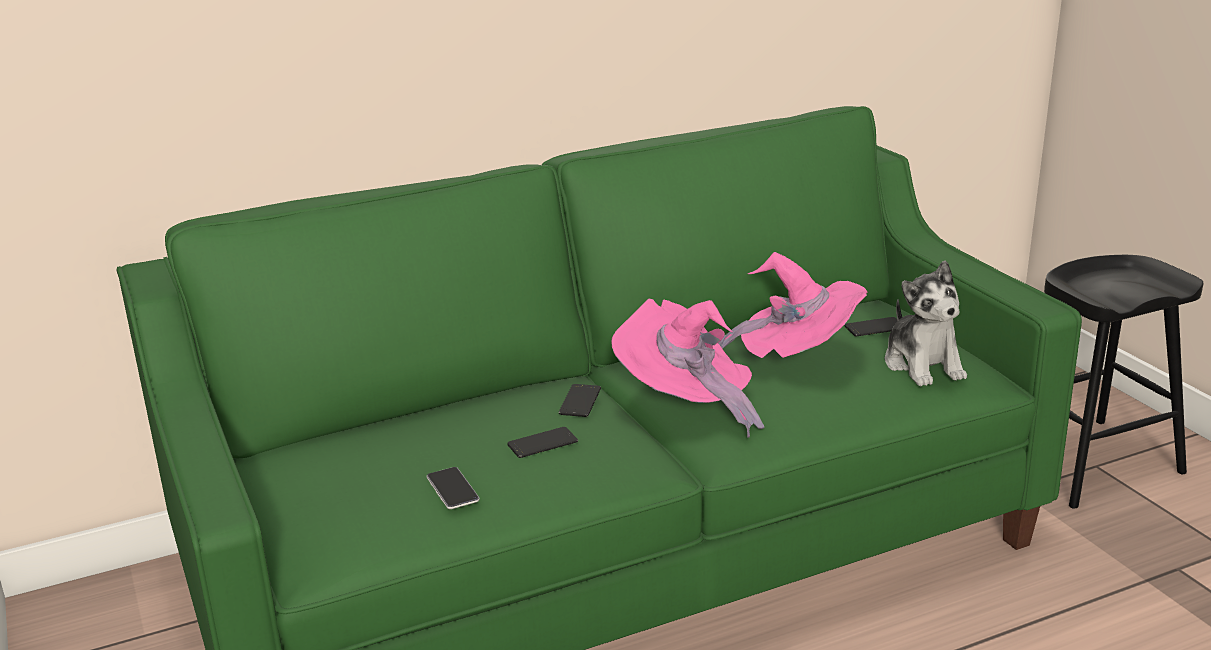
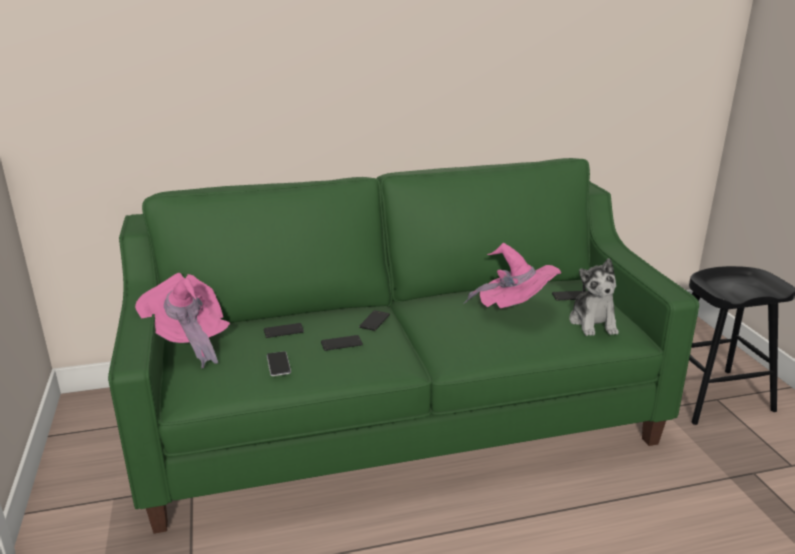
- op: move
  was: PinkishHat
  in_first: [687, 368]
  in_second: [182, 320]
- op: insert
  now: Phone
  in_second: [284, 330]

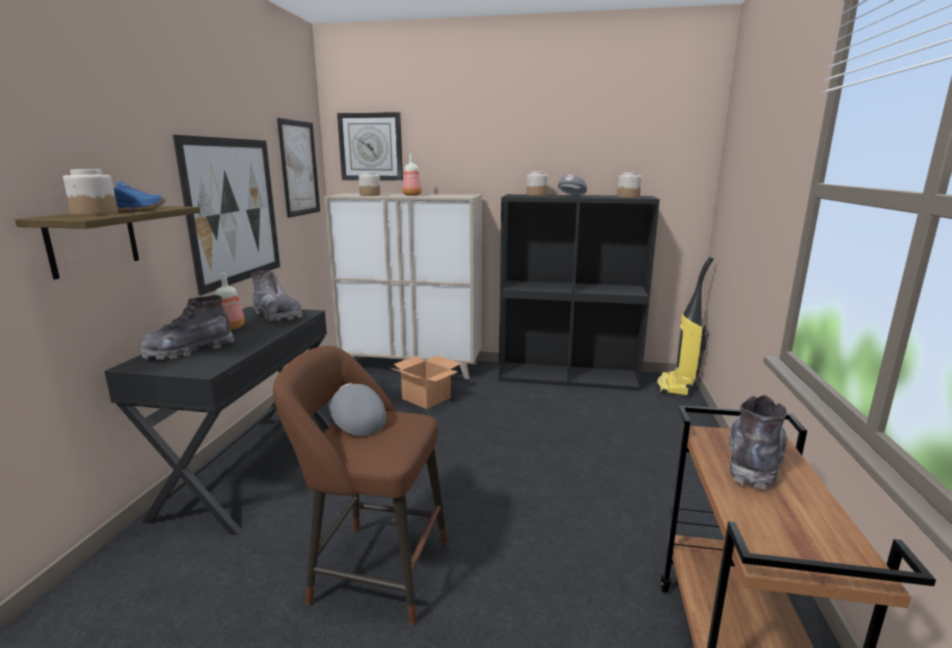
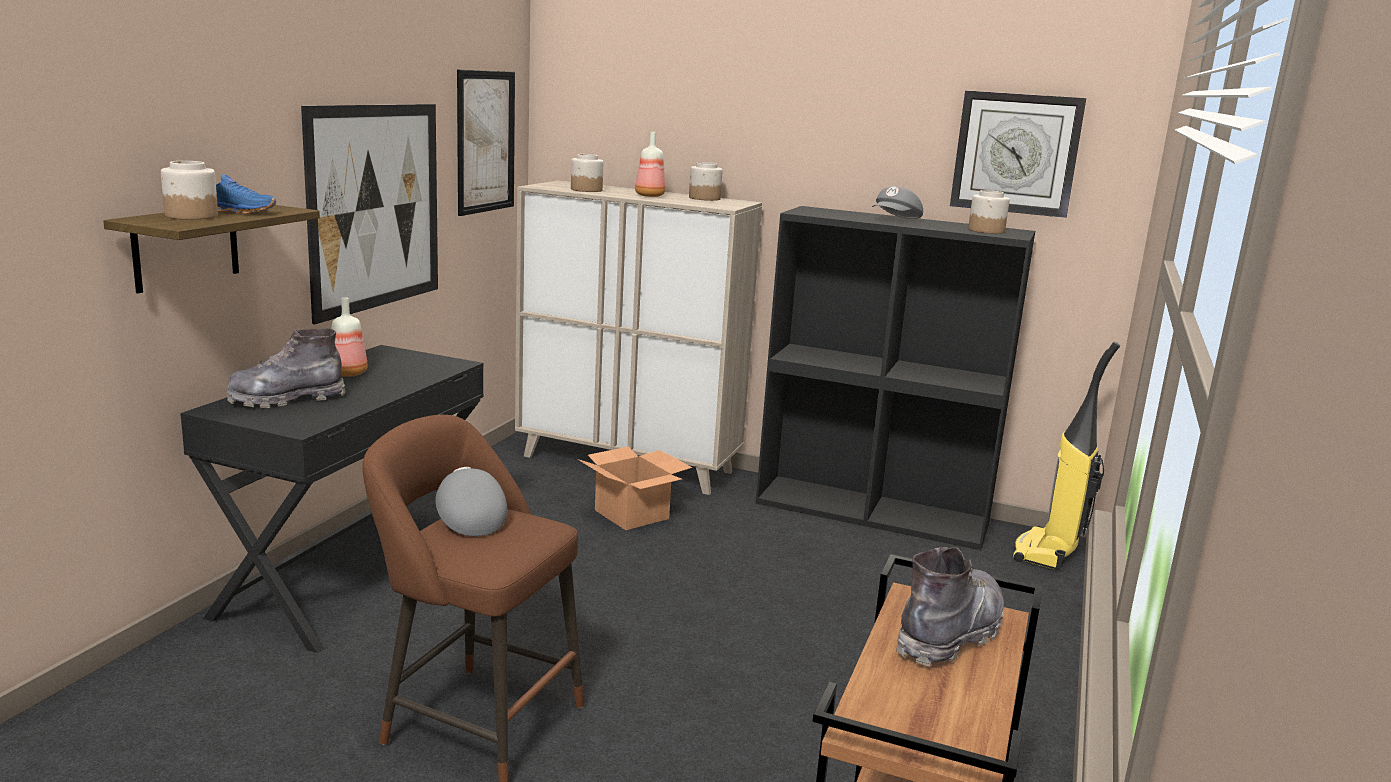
- op: move
  was: PreserveJar
  in_first: [537, 183]
  in_second: [706, 181]
- op: move
  was: ClockOnTheWall
  in_first: [370, 146]
  in_second: [1018, 154]
- op: delete
  was: GreyishTallBoot
  in_first: [276, 296]

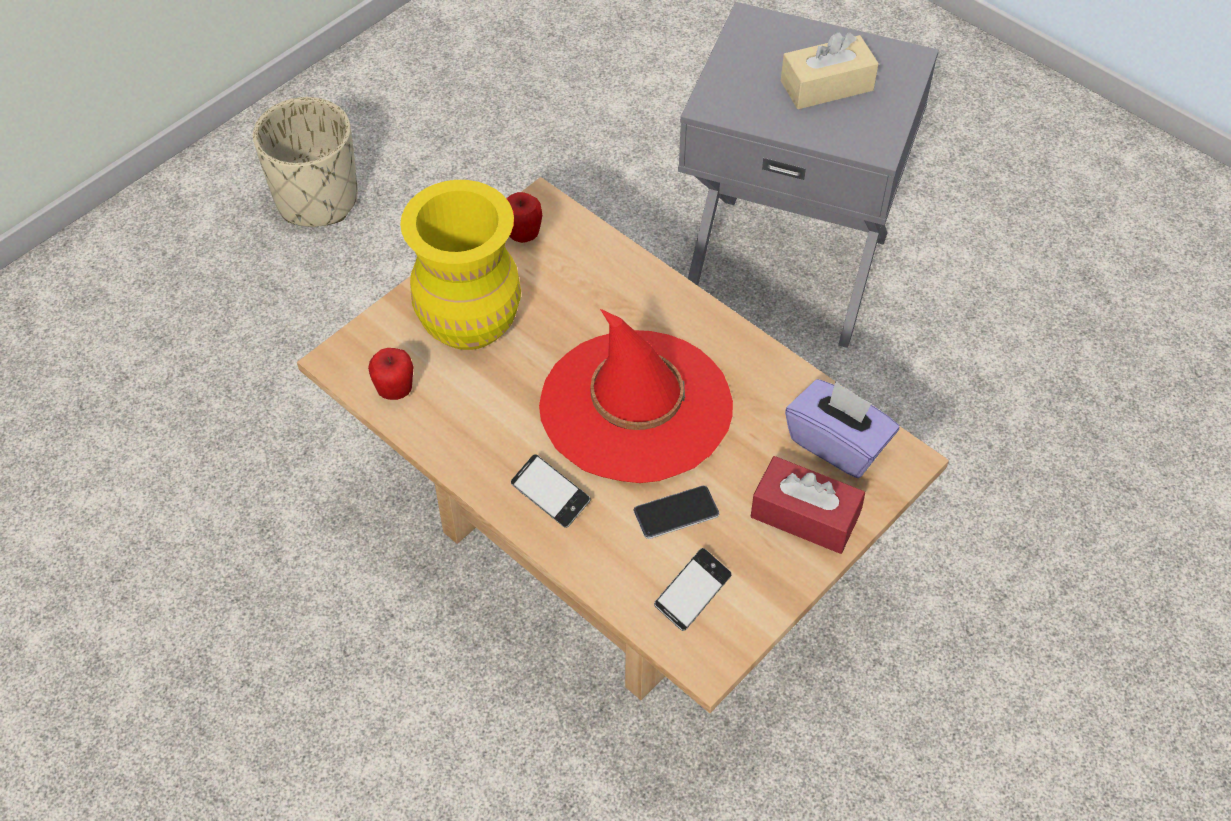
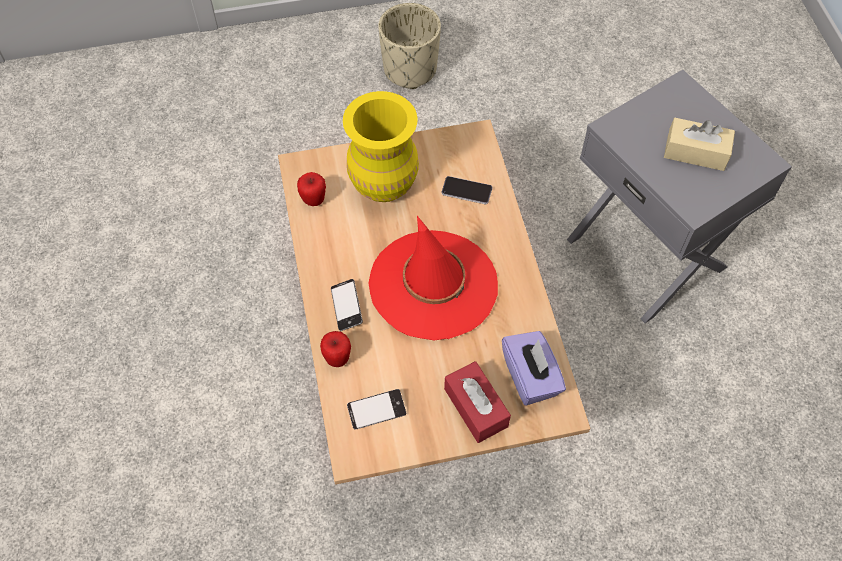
- op: move
  was: AppleFruit
  in_first: [524, 217]
  in_second: [335, 349]
- op: move
  was: Phone
  in_first: [676, 512]
  in_second: [467, 190]

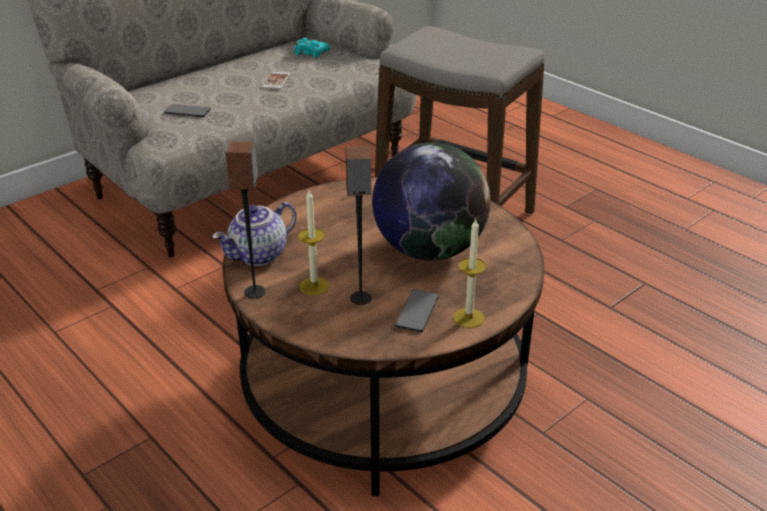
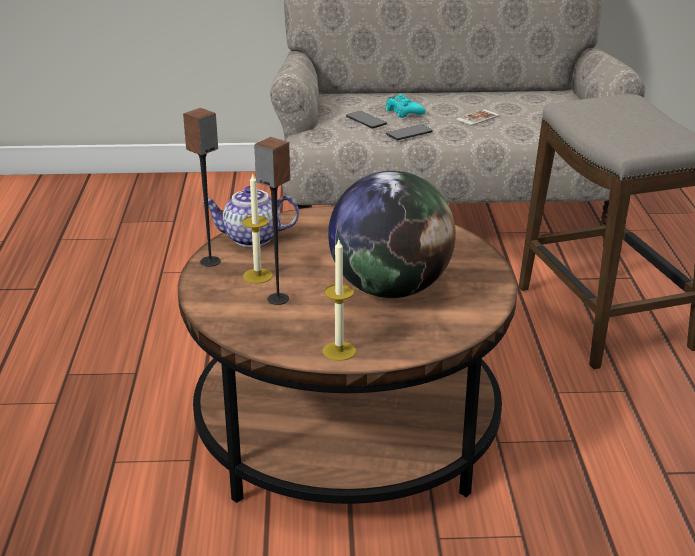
- op: move
  was: TurquoiseColouredGameController
  in_first: [312, 48]
  in_second: [406, 106]
- op: move
  was: Phone
  in_first: [417, 310]
  in_second: [409, 132]

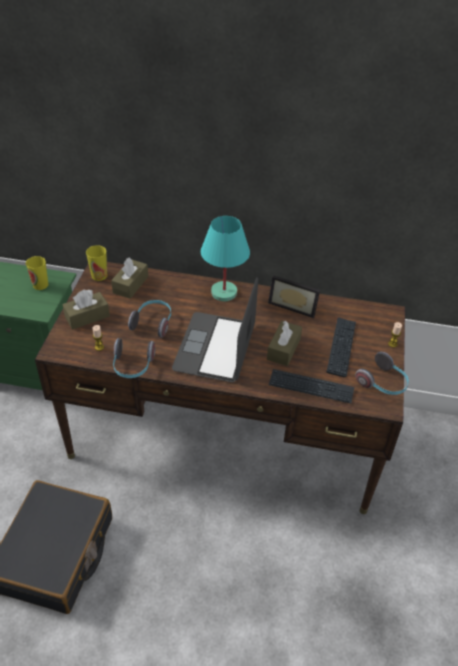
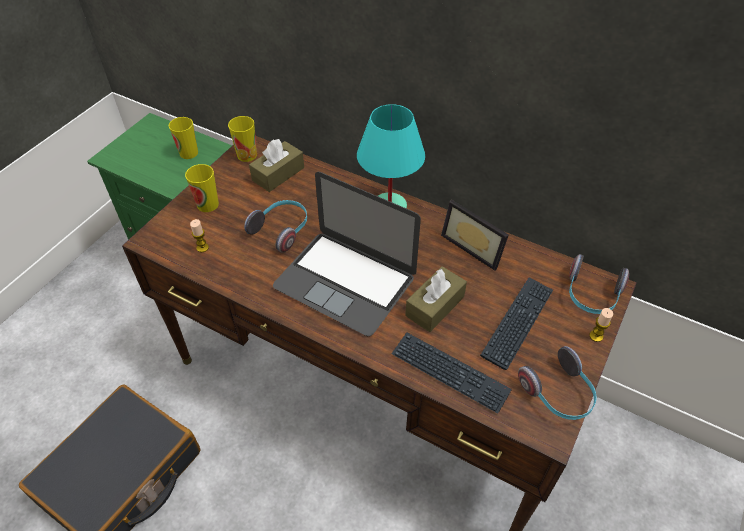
- op: replace
  was: BrownColouredBoxOfTissues
  now: DrinkingCup
  in_first: [86, 310]
  in_second: [202, 188]
- op: rotate
  was: PortableComputer
  in_first: [215, 329]
  in_second: [347, 254]
  clockwise: -90
- op: move
  was: Headset
  in_first: [134, 358]
  in_second: [599, 284]

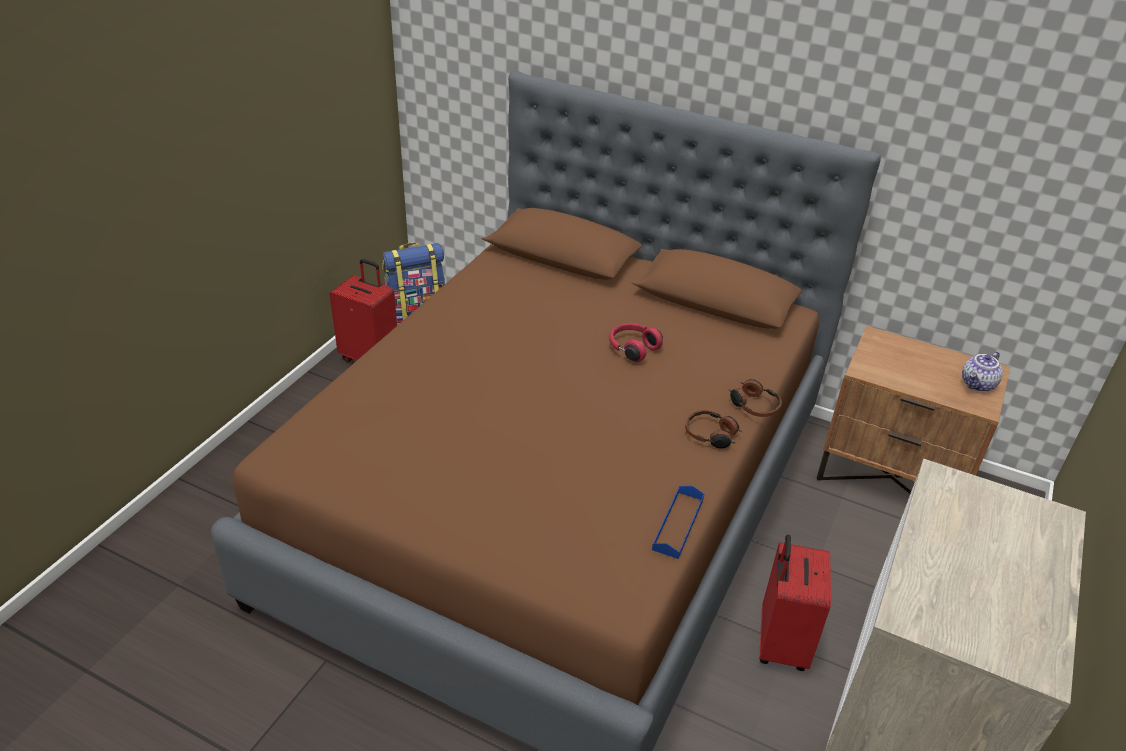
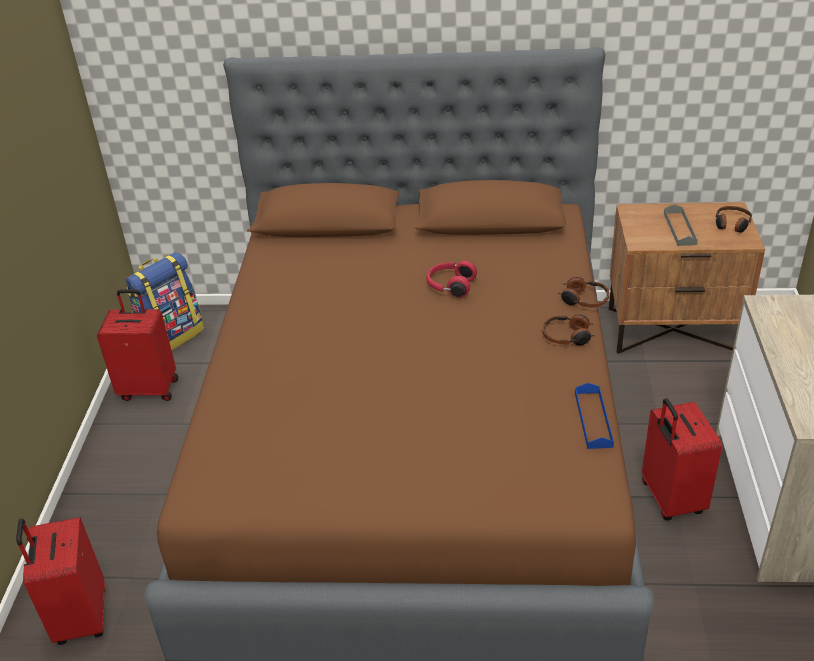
- op: insert
  now: RedSuitcase
  in_second: [60, 581]
- op: insert
  now: GreyishCarryingTray
  in_second: [681, 225]
- op: replace
  was: Teapot
  now: Headset
  in_first: [982, 371]
  in_second: [734, 219]

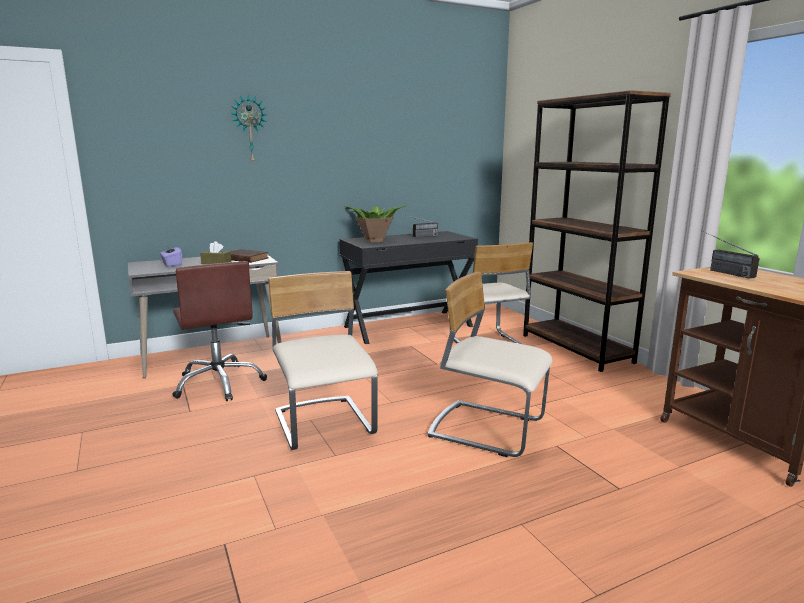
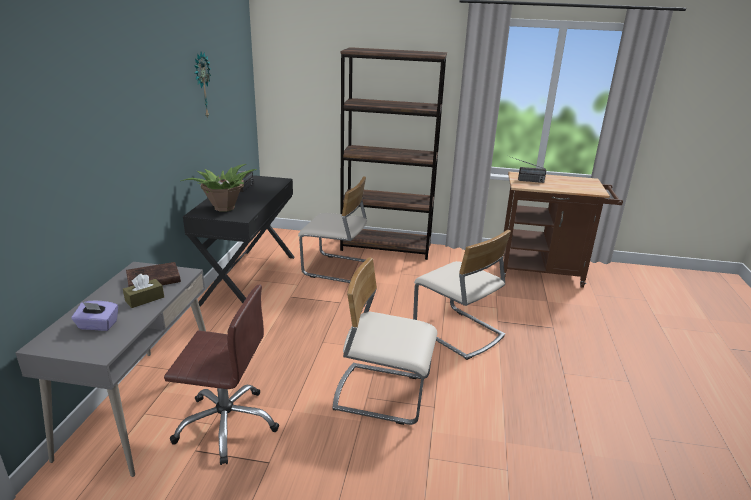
- op: move
  was: ClockOnTheWall
  in_first: [249, 128]
  in_second: [202, 85]
- op: rotate
  was: BeigeColouredUprightChair
  in_first: [490, 364]
  in_second: [462, 295]
  clockwise: -105

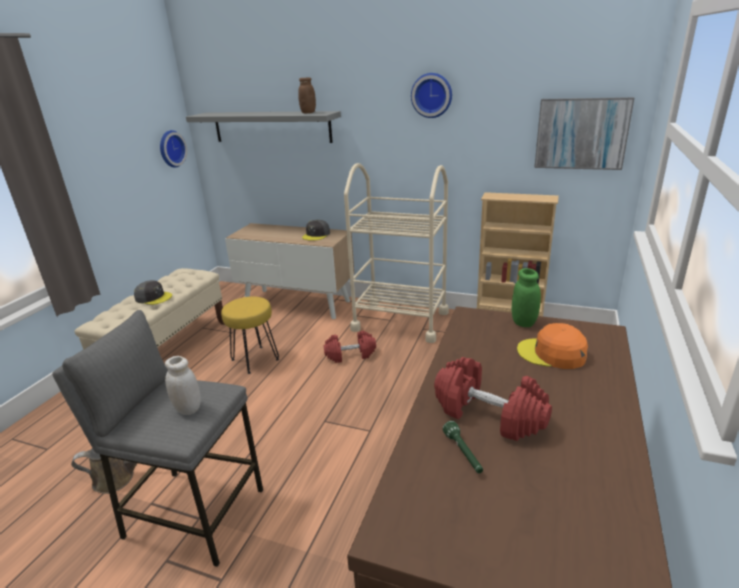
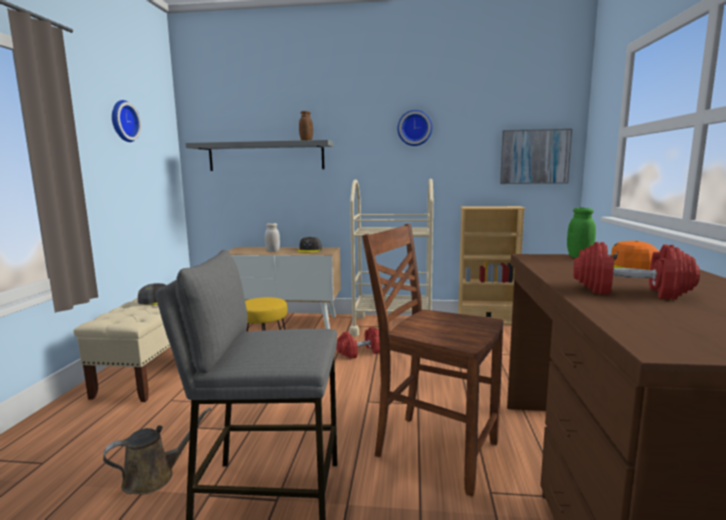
- op: move
  was: ClockOnTheWall
  in_first: [173, 149]
  in_second: [126, 121]
- op: move
  was: WhiteColouredPreserveJar
  in_first: [183, 385]
  in_second: [272, 237]
- op: insert
  now: BrownColouredUprightChair
  in_second: [432, 360]
- op: delete
  was: GreenishHandTorch
  in_first: [463, 447]

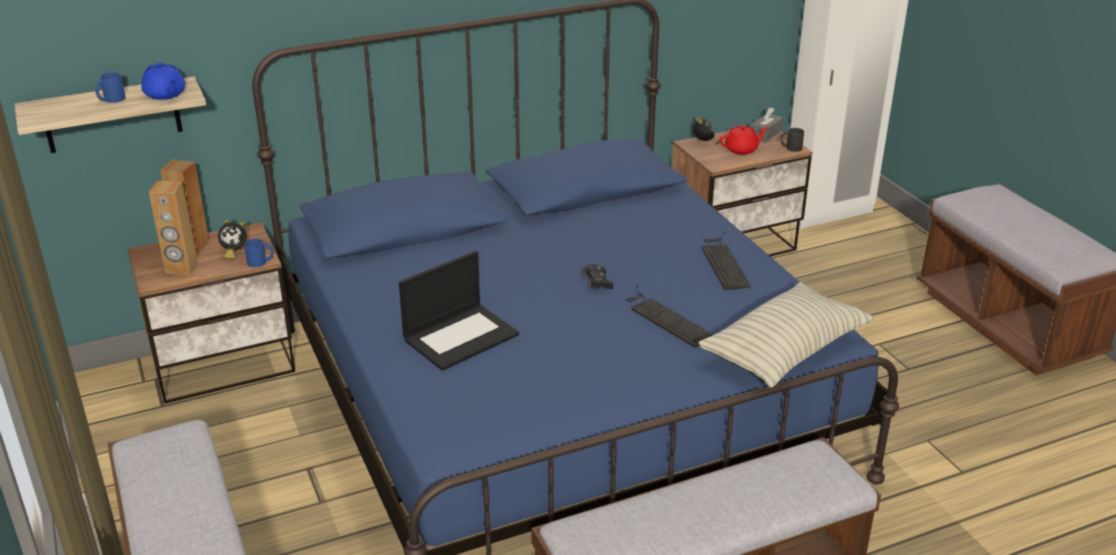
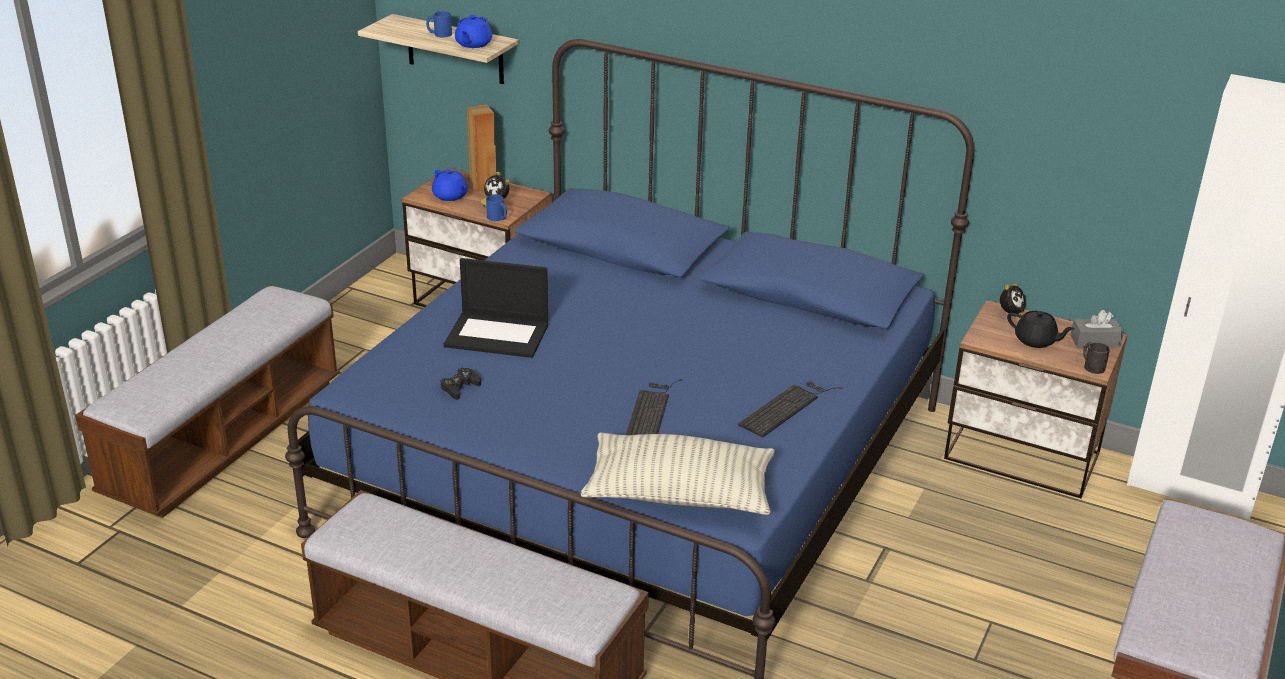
- op: replace
  was: BrownColouredAudioSpeaker
  now: BlueTeapot
  in_first: [173, 228]
  in_second: [450, 185]
- op: move
  was: BlackishGameController
  in_first: [598, 277]
  in_second: [460, 384]
- op: recolor
  was: RedTeapot
  now: BlackishTeapot
  in_first: [744, 140]
  in_second: [1041, 329]

